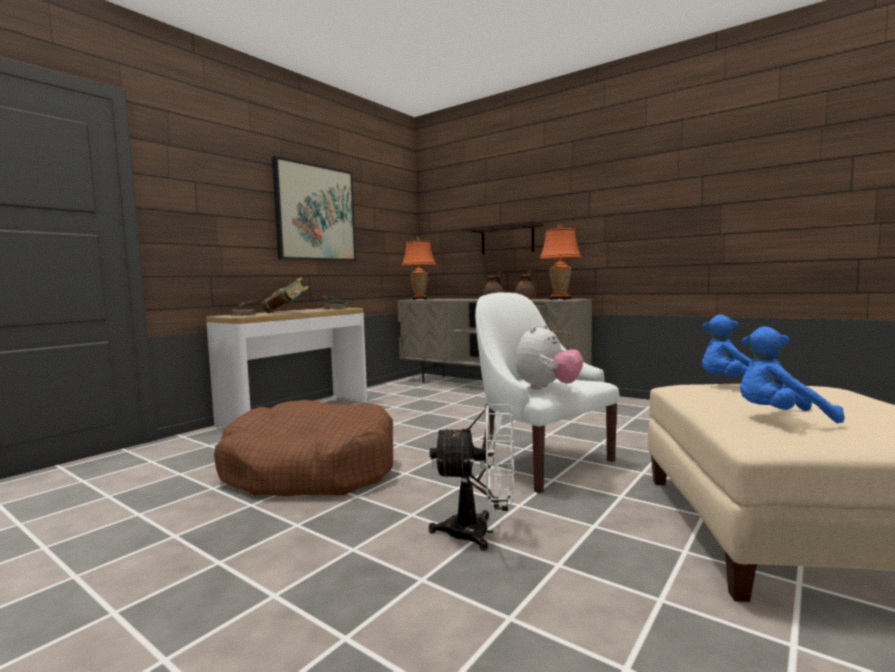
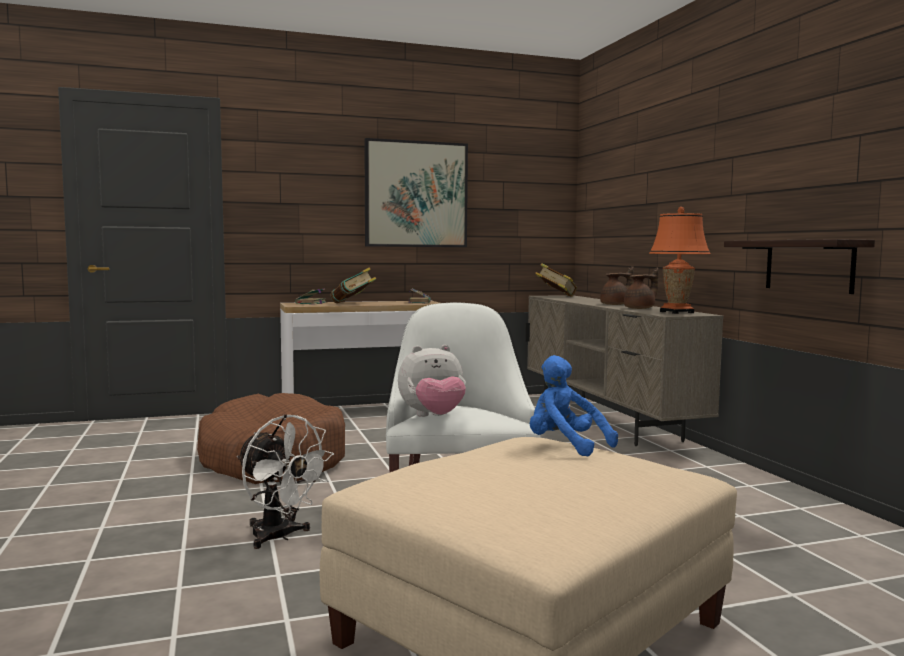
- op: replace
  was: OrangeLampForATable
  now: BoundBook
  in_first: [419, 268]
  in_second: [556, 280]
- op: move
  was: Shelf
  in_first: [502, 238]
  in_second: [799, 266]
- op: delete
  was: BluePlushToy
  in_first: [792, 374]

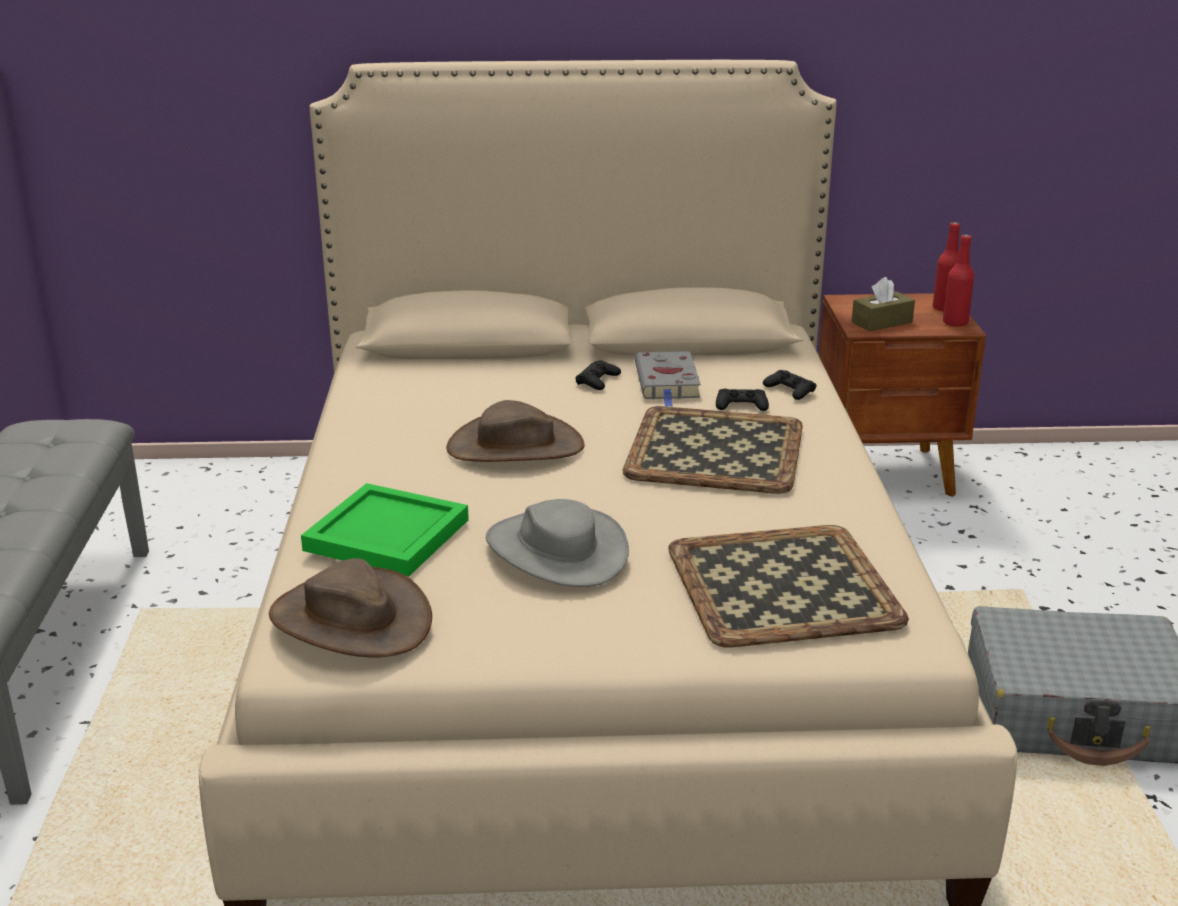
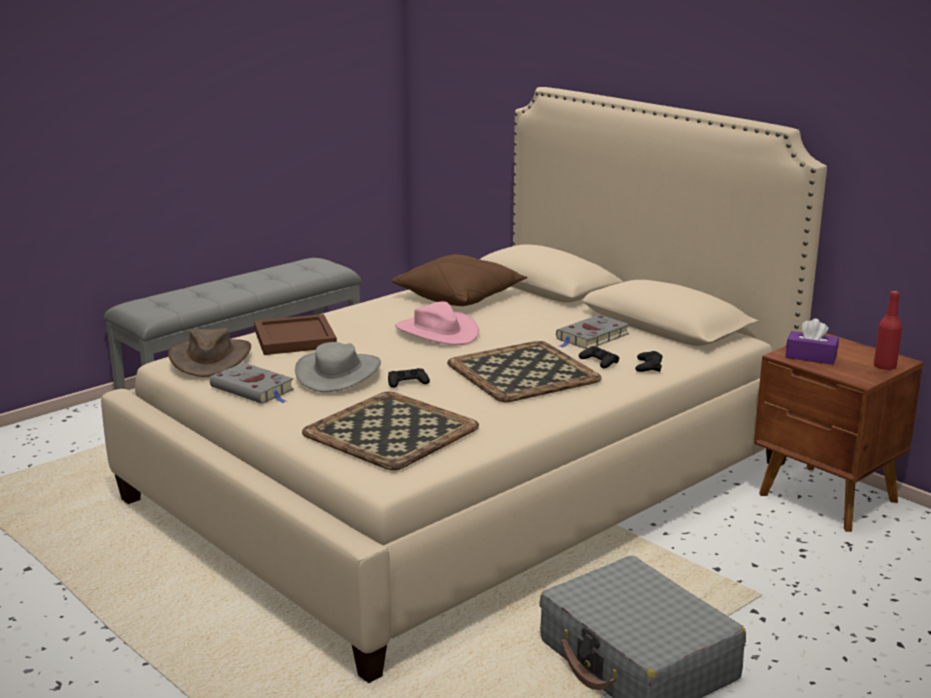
- op: insert
  now: GreyishBoundBook
  in_second: [252, 383]
- op: recolor
  was: GreenishCarryingTray
  now: BrownColouredCarryingTray
  in_first: [385, 530]
  in_second: [295, 334]
- op: move
  was: BlackishGameController
  in_first: [598, 375]
  in_second: [409, 378]
- op: insert
  now: BrownColouredCushion
  in_second: [459, 280]
- op: recolor
  was: BrownColouredHat
  now: PinkishHat
  in_first: [515, 431]
  in_second: [437, 323]
- op: recolor
  was: BrownColouredBoxOfTissues
  now: PurpleColouredBoxOfTissues
  in_first: [883, 304]
  in_second: [812, 342]
- op: delete
  was: RedBeverageBottle
  in_first: [958, 280]

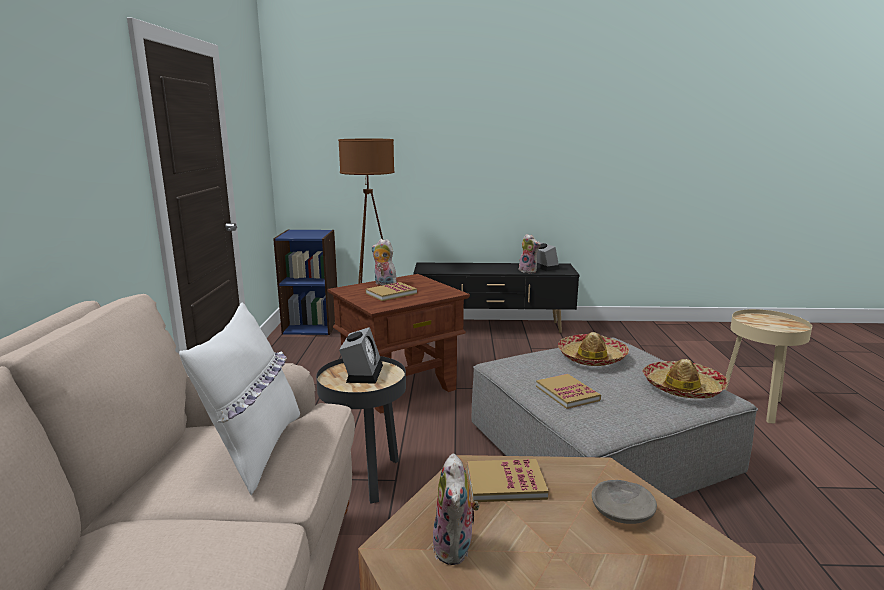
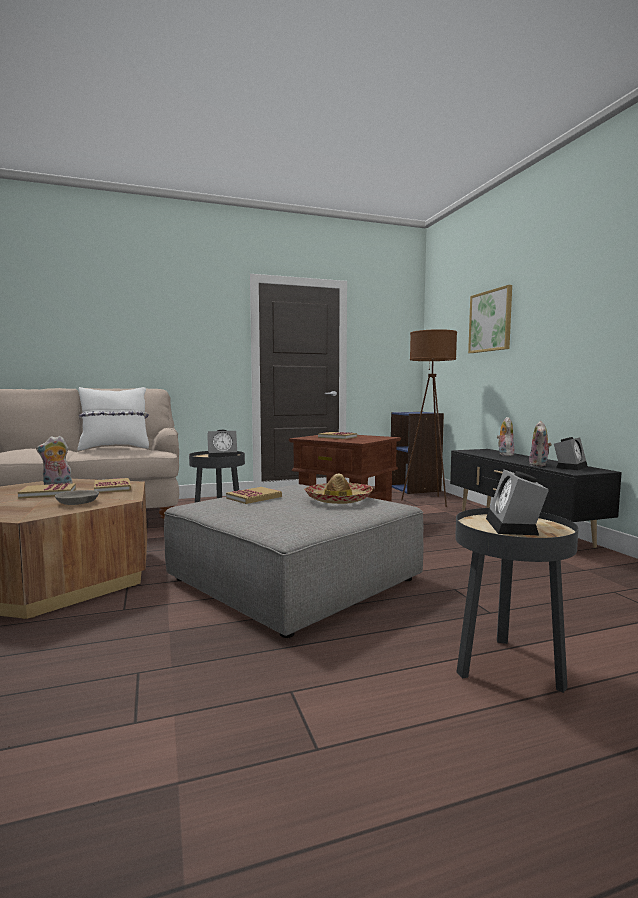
- op: insert
  now: BoundBook
  in_second: [47, 491]
- op: recolor
  was: BeigeColouredSideTable
  now: BlackishSideTable
  in_first: [768, 366]
  in_second: [517, 600]
- op: insert
  now: WallPicture
  in_second: [490, 319]
- op: insert
  now: TableClock
  in_second: [517, 502]
- op: move
  was: PlushToy
  in_first: [385, 262]
  in_second: [505, 436]
- op: delete
  was: Hat
  in_first: [685, 378]

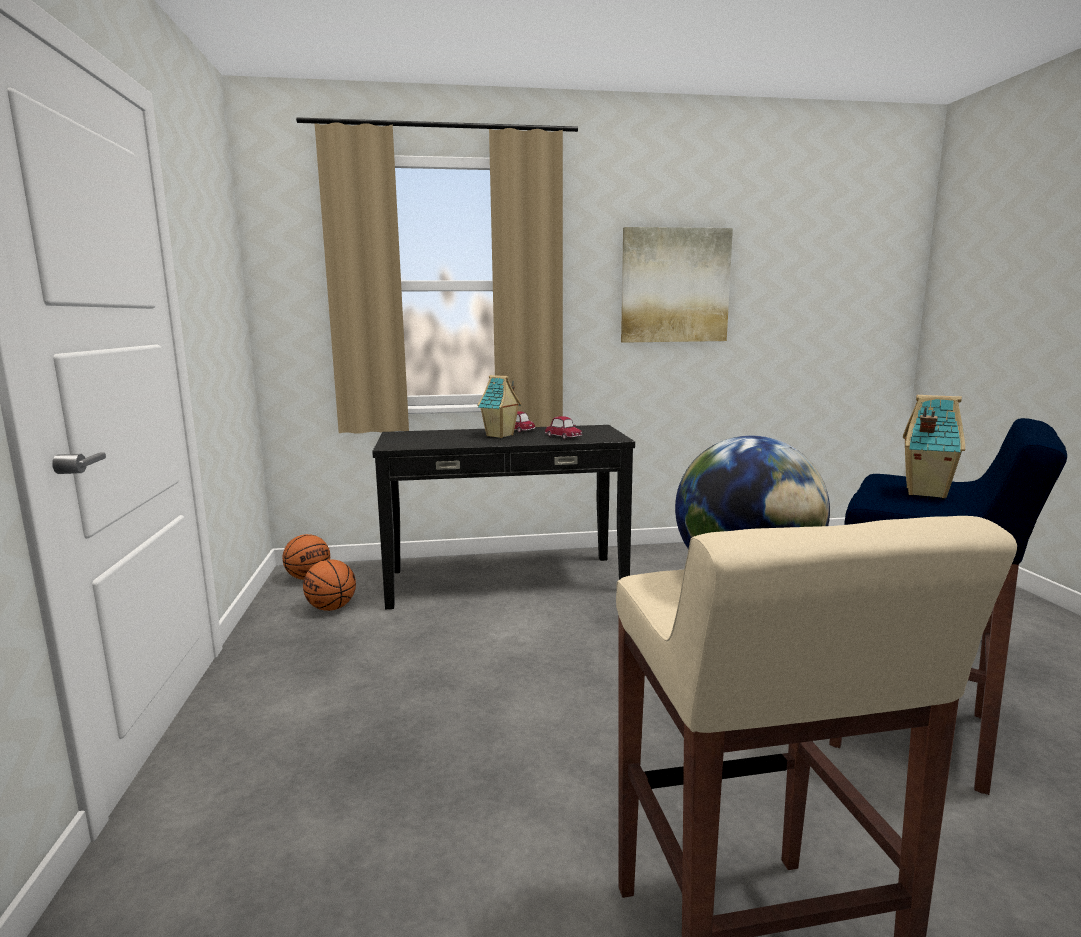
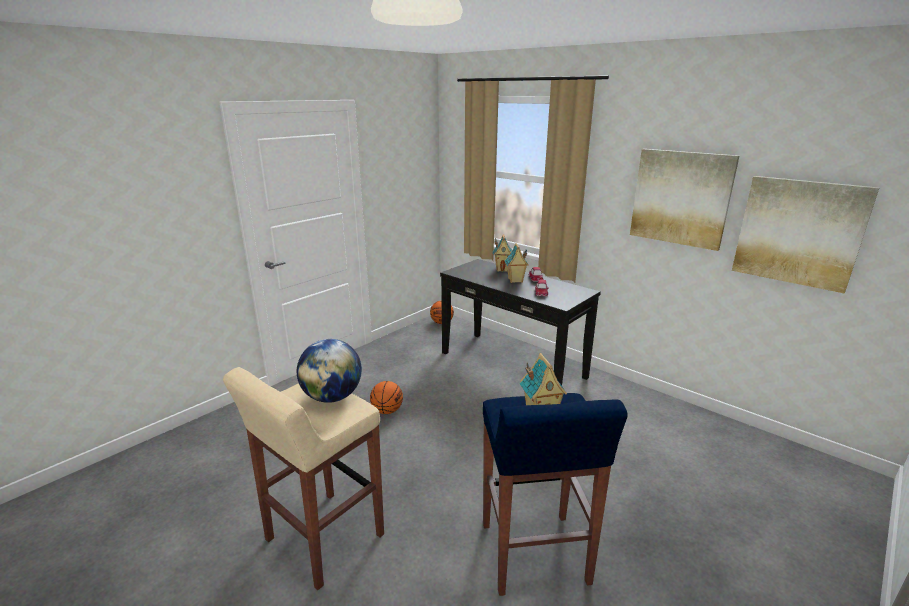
- op: move
  was: BasketballBall
  in_first: [329, 585]
  in_second: [386, 397]
- op: insert
  now: ToyHouse
  in_second: [502, 253]
- op: insert
  now: WallPicture
  in_second: [805, 235]

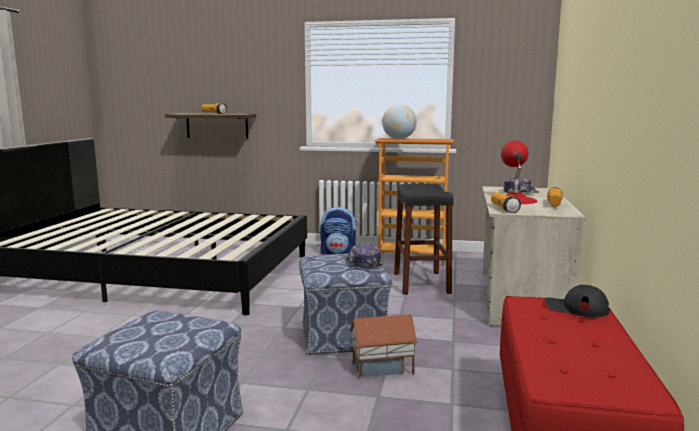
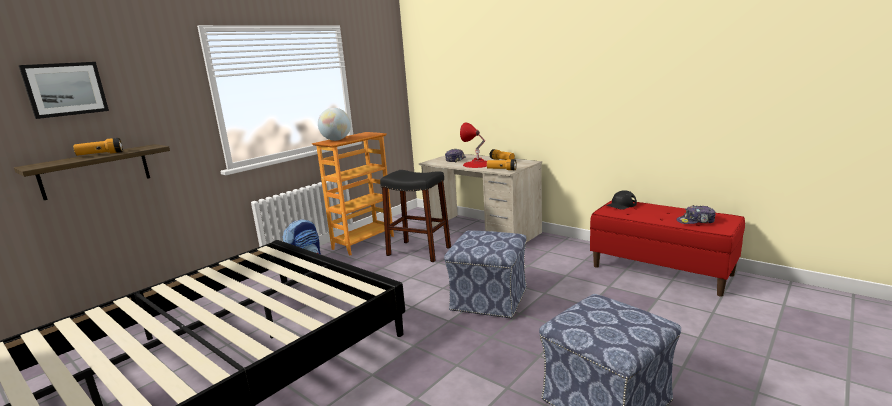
- op: insert
  now: WallPicture
  in_second: [64, 90]
- op: move
  was: BaseballCap
  in_first: [363, 256]
  in_second: [696, 214]
- op: delete
  was: ToyHouse
  in_first: [383, 346]

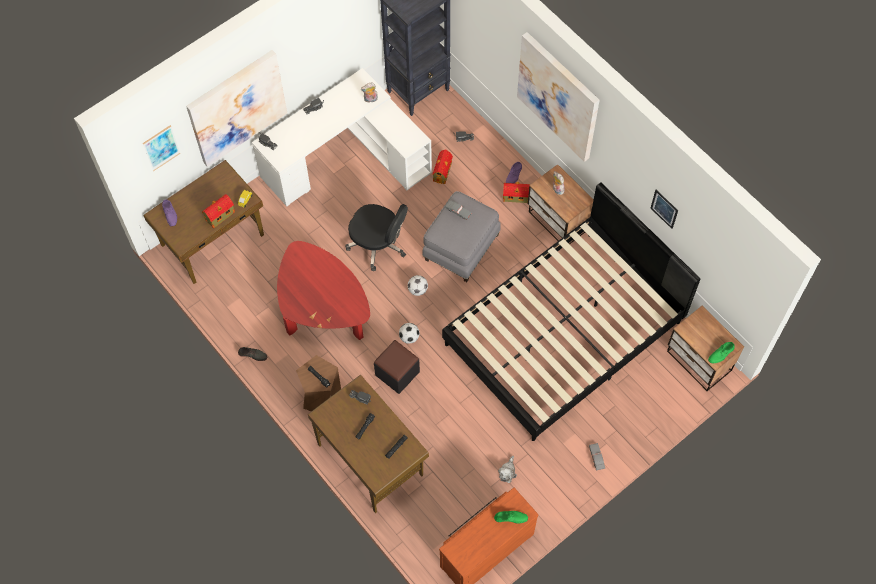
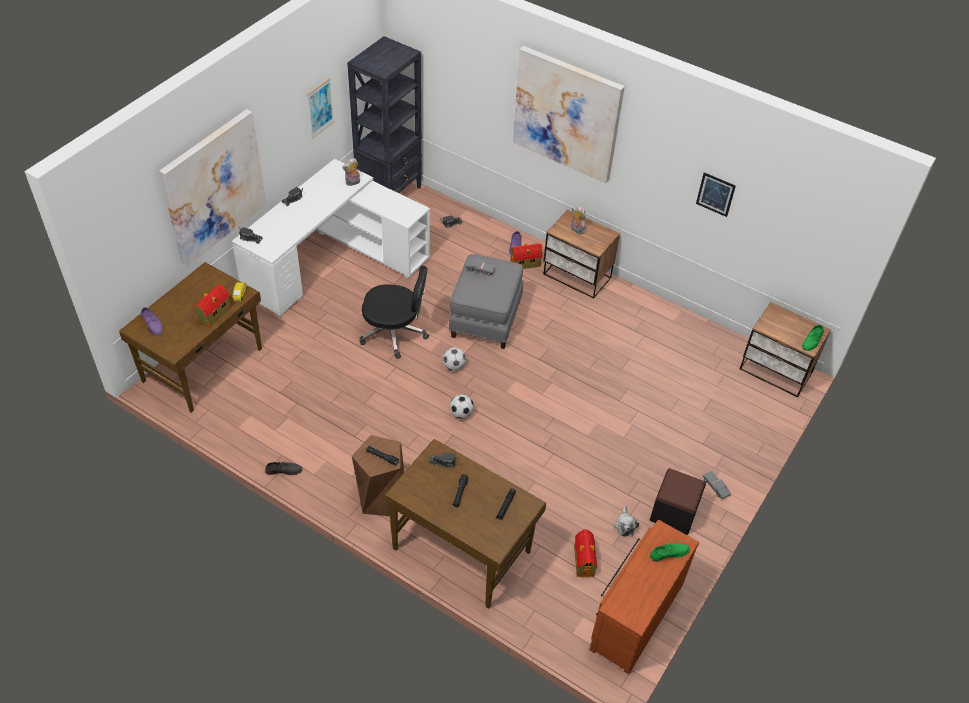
- op: move
  was: WallPicture
  in_first: [161, 148]
  in_second: [320, 108]
- op: move
  was: ToyHouse
  in_first: [442, 167]
  in_second: [585, 553]
- op: move
  was: BlackishPouffe
  in_first: [397, 367]
  in_second: [678, 501]
- op: delete
  was: RedCoffeeTable
  in_first: [323, 290]
- op: delete
  was: BlackishSleepingBed
  in_first: [571, 311]

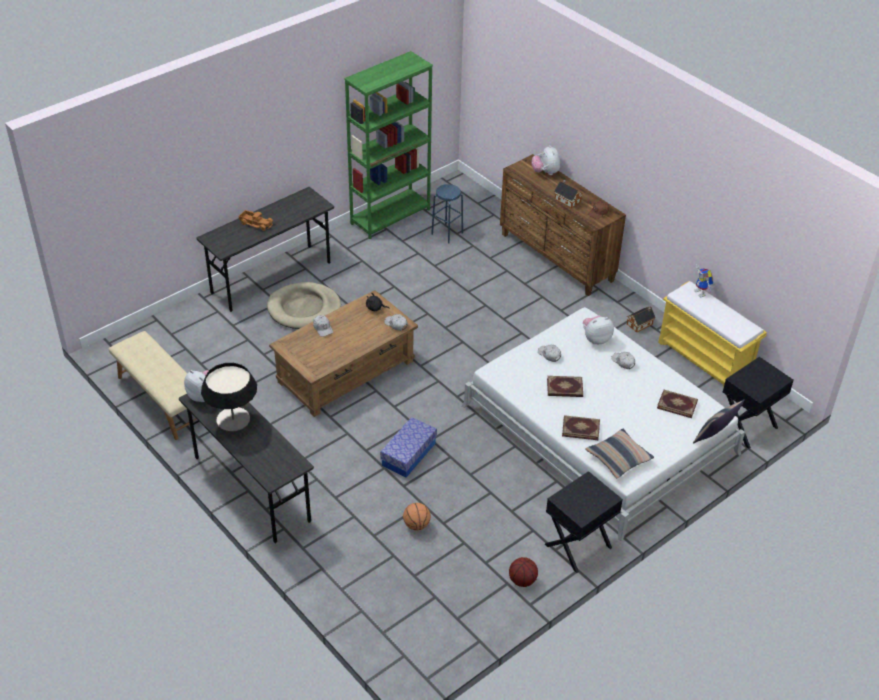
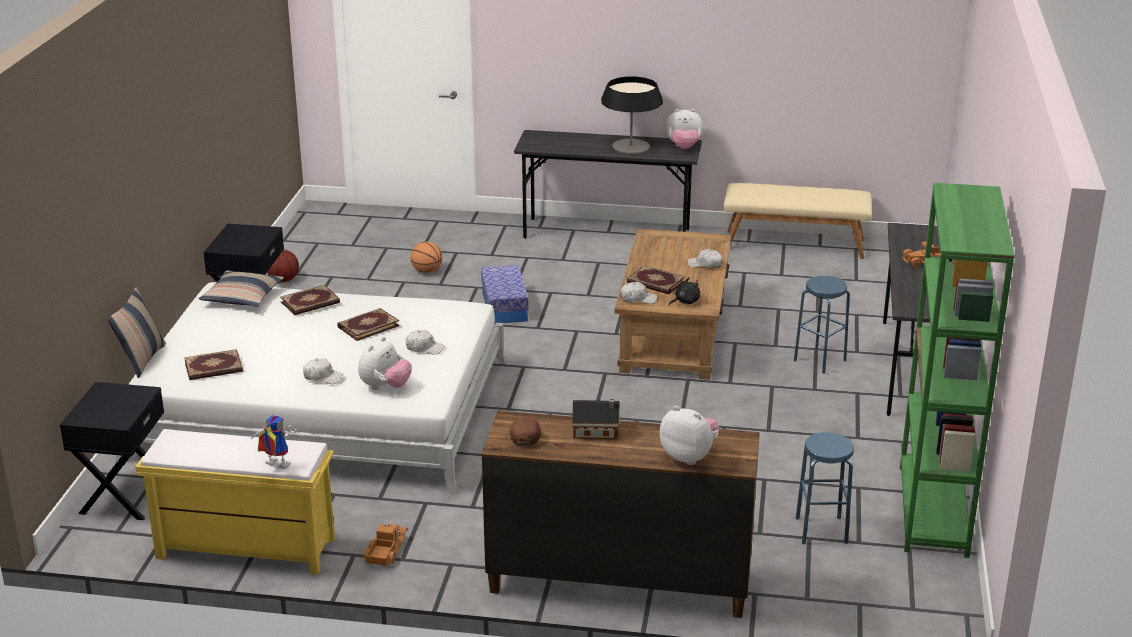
- op: replace
  was: ToyHouse
  now: ToyTruck
  in_first: [641, 319]
  in_second: [385, 545]
- op: insert
  now: BoundBook
  in_second: [656, 279]
- op: replace
  was: BeigeColouredDogCushion
  now: BlueStoolSeat
  in_first: [304, 305]
  in_second: [822, 325]

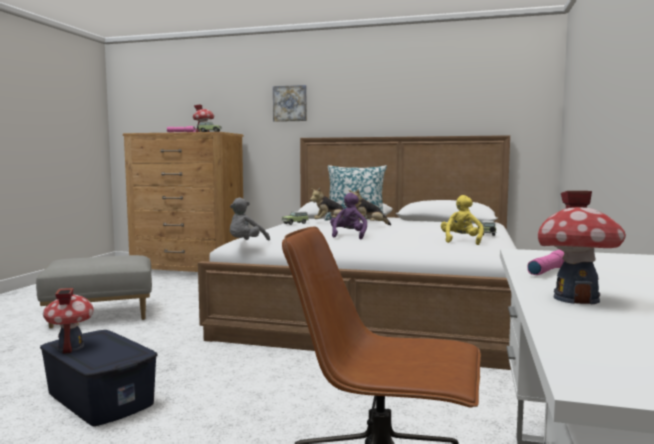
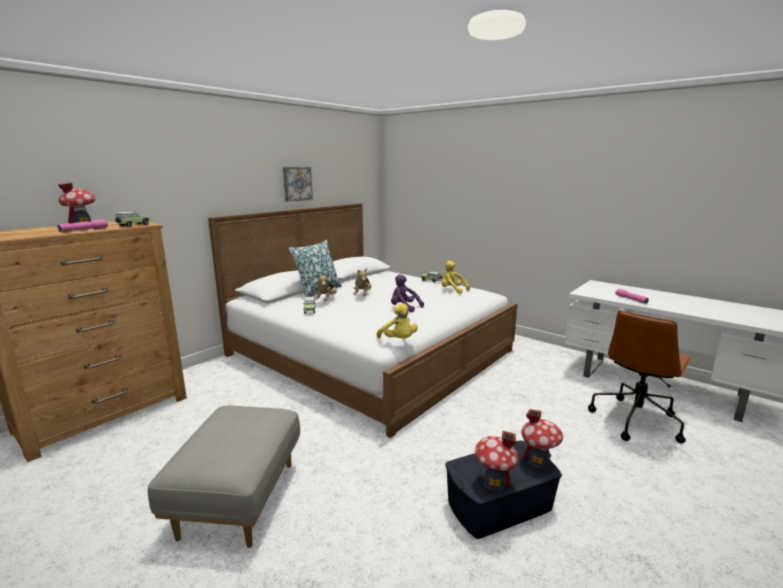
- op: move
  was: WallPicture
  in_first: [290, 103]
  in_second: [298, 184]
- op: recolor
  was: GreyishPlushToy
  now: YellowishPlushToy
  in_first: [250, 219]
  in_second: [397, 321]
- op: move
  was: ToyHouse
  in_first: [581, 247]
  in_second: [542, 439]

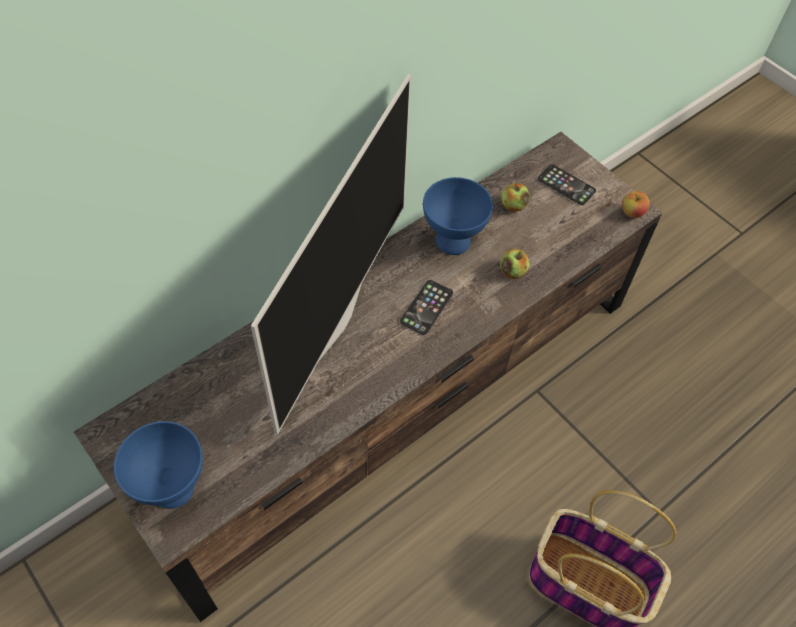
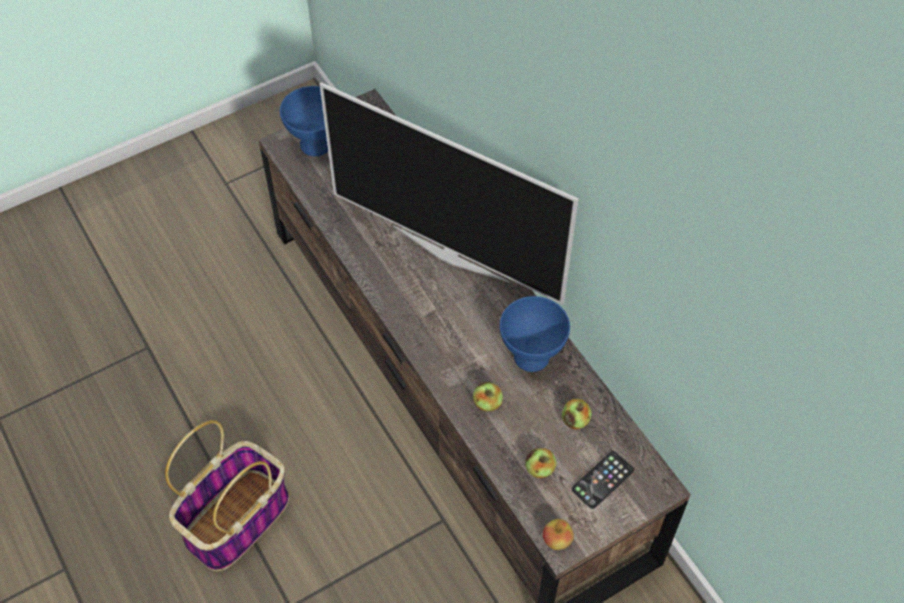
- op: insert
  now: AppleFruit
  in_second: [541, 463]
- op: delete
  was: Phone
  in_first: [426, 307]

